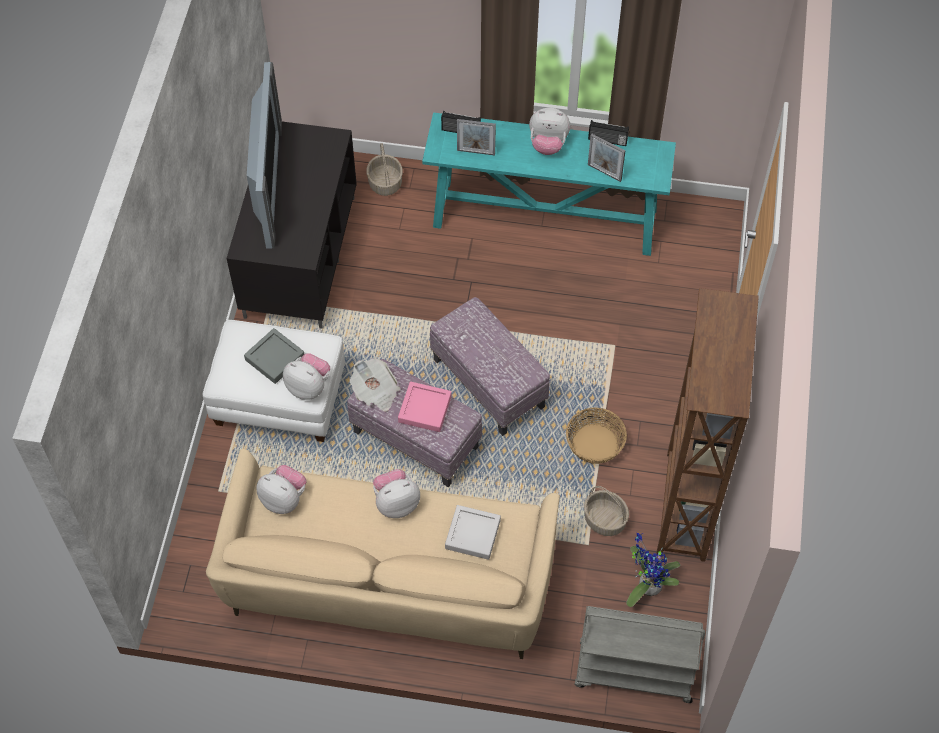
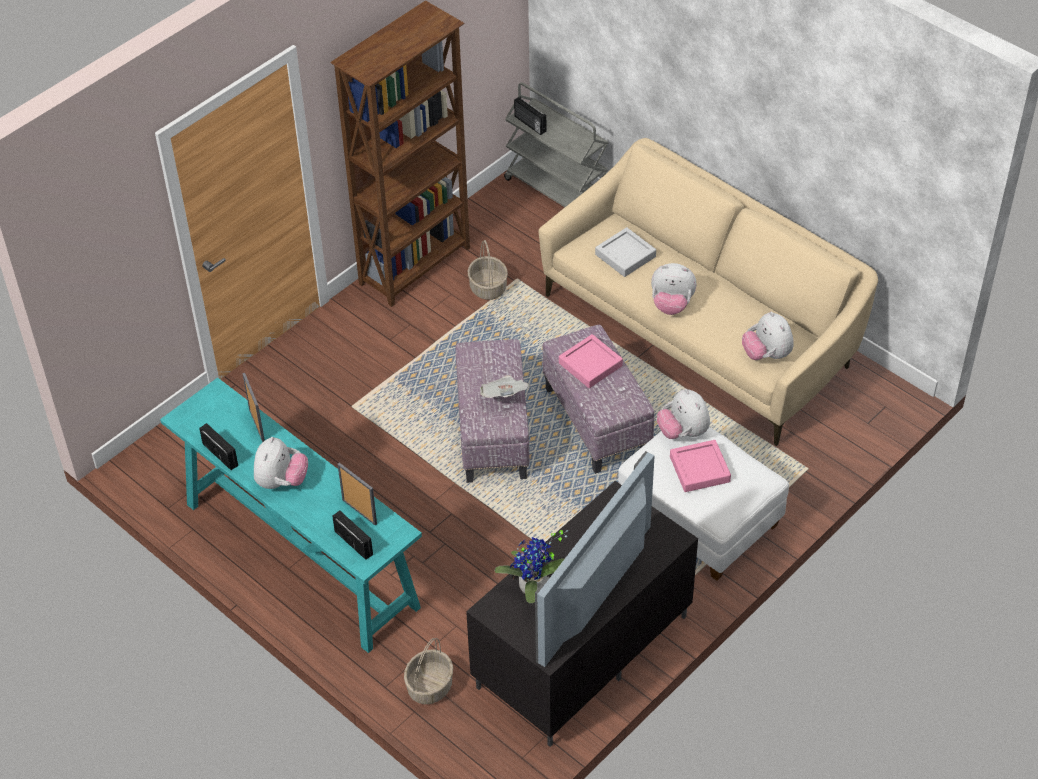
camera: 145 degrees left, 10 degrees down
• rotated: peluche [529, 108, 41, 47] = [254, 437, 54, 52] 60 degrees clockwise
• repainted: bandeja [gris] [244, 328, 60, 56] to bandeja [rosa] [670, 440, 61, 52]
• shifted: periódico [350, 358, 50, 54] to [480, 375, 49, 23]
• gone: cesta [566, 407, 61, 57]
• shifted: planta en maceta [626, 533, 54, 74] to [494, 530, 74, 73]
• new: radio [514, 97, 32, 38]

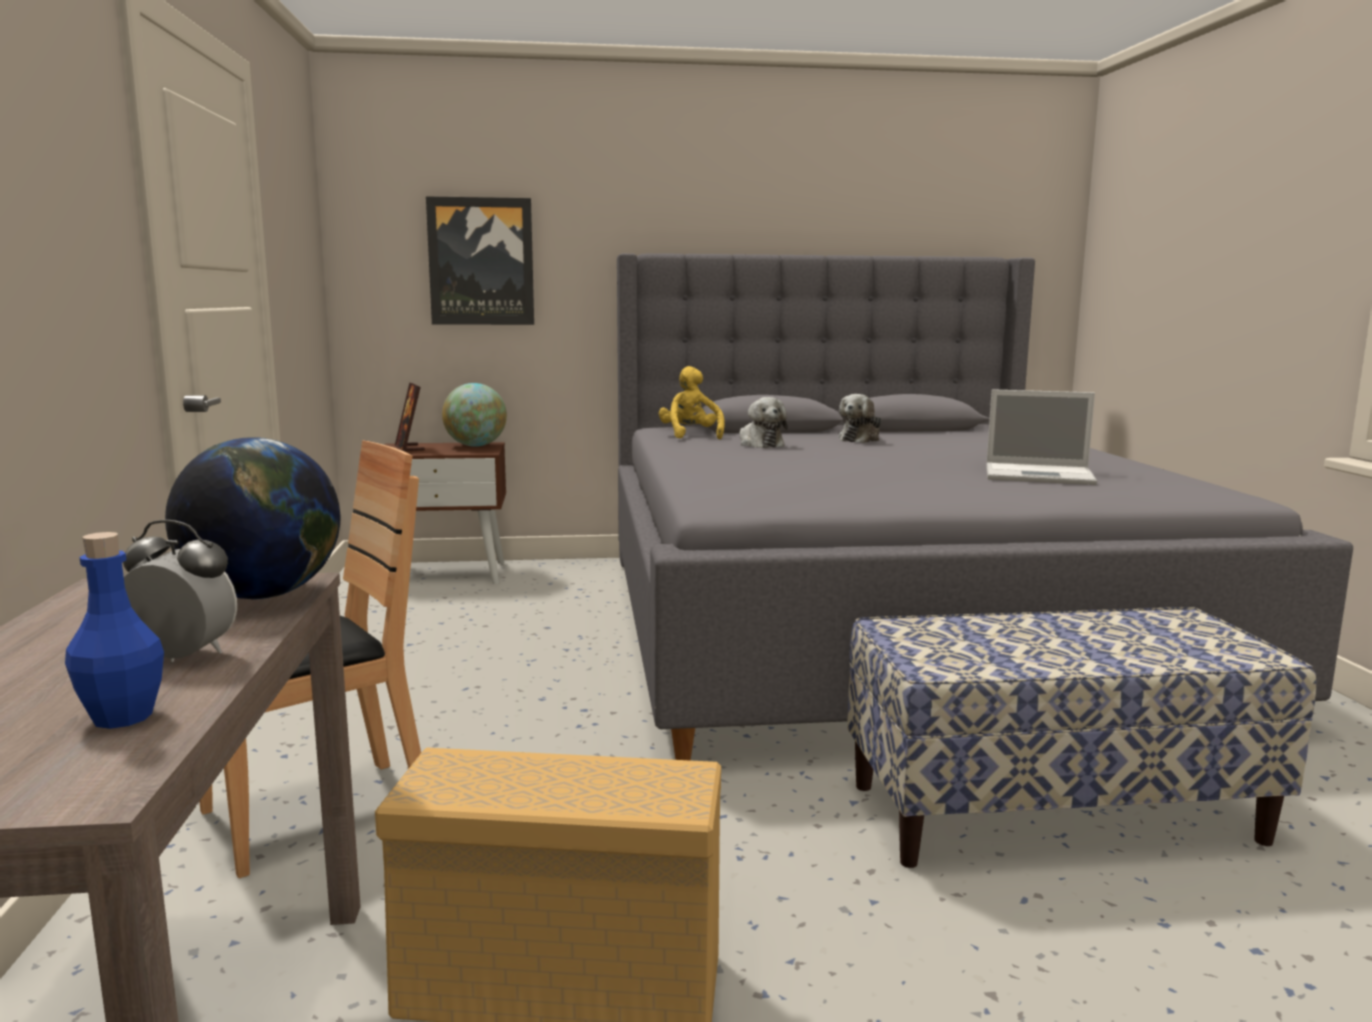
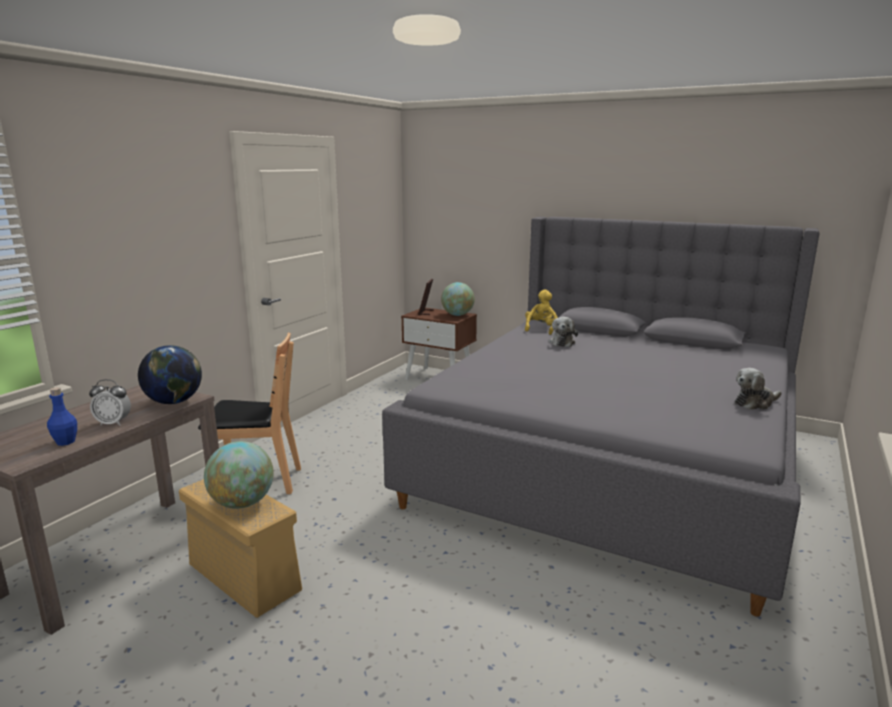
camera: 35 degrees right, 5 degrees up
• gone: cuadro [426, 196, 108, 129]
• gone: portátil [986, 389, 111, 96]
• shifted: peluche [838, 394, 44, 49] to [734, 368, 48, 42]
• rotated: despertador [123, 520, 114, 142] = [89, 379, 42, 47] 135 degrees clockwise
• gone: banco [847, 607, 469, 261]
• new: globo terráqueo [204, 441, 70, 68]

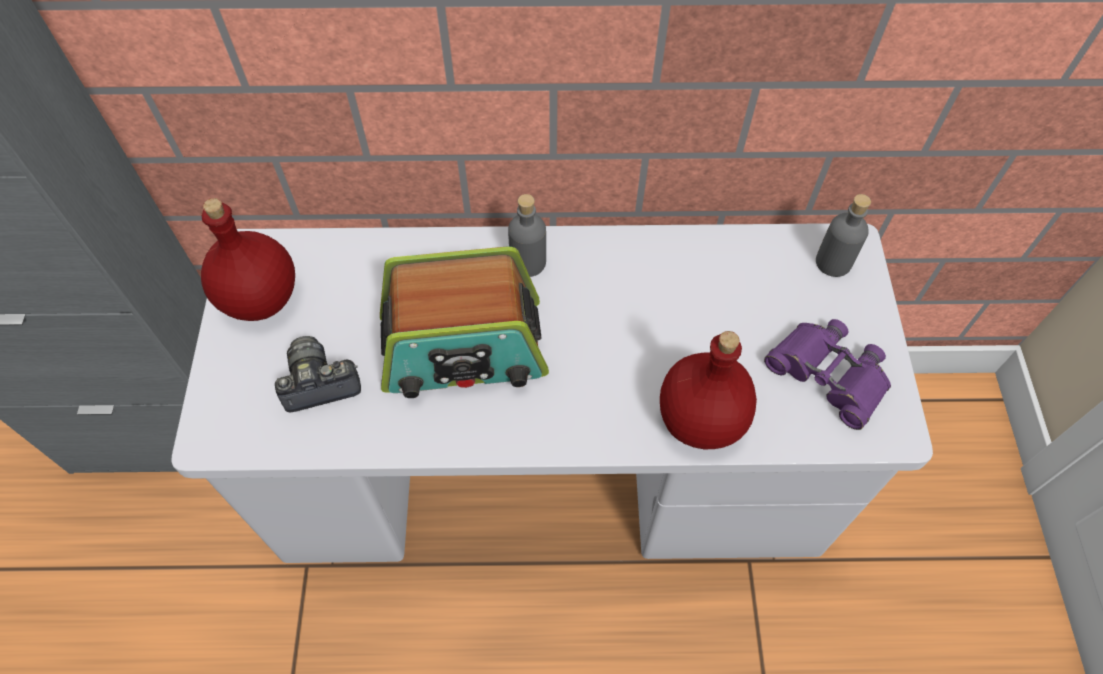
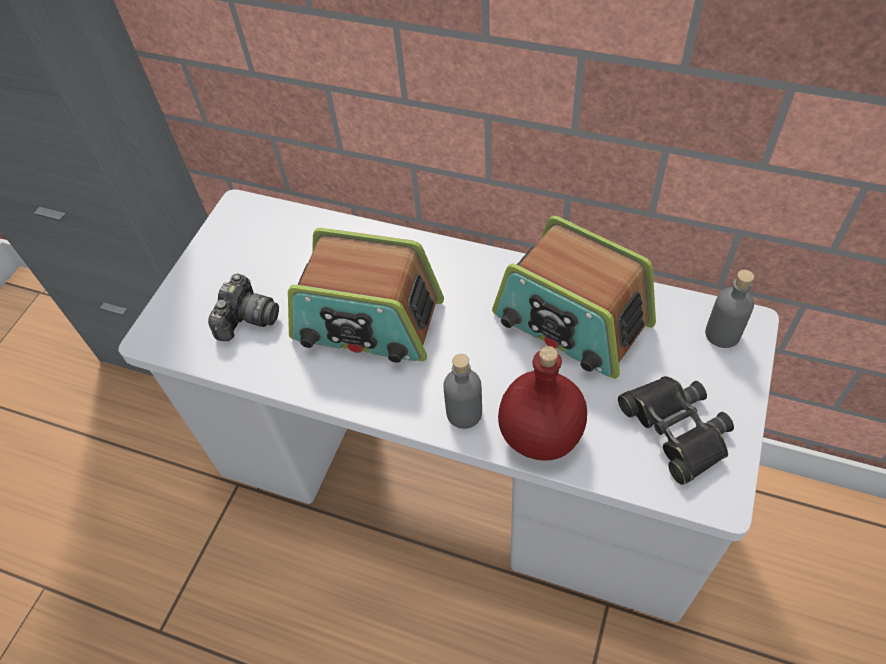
camera: 25 degrees right, 5 degrees down
• shifted: botella [gris] [508, 194, 38, 83] to [444, 354, 38, 75]
• gone: botella [rojo] [201, 198, 94, 123]
• repainted: prismáticos [morado] [764, 319, 127, 111] to prismáticos [negro] [618, 376, 116, 109]
• rotated: cámara [275, 336, 86, 76] = [208, 274, 71, 67] 105 degrees clockwise
• new: radio [492, 216, 164, 163]

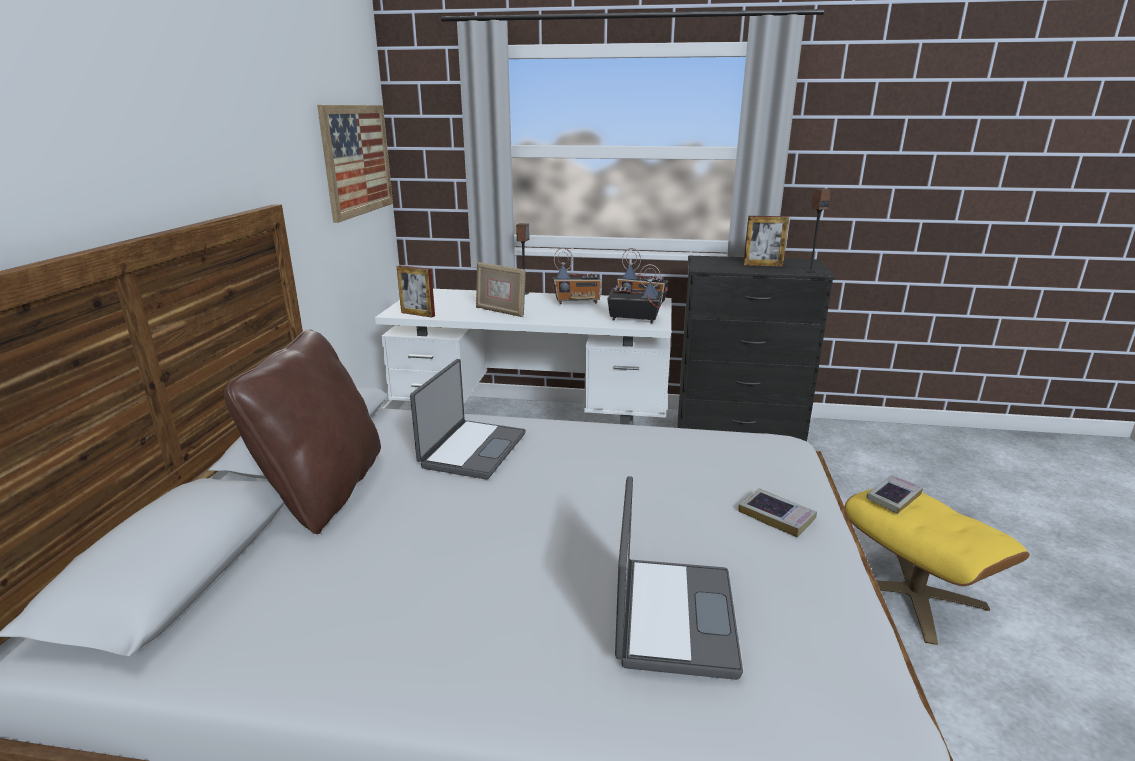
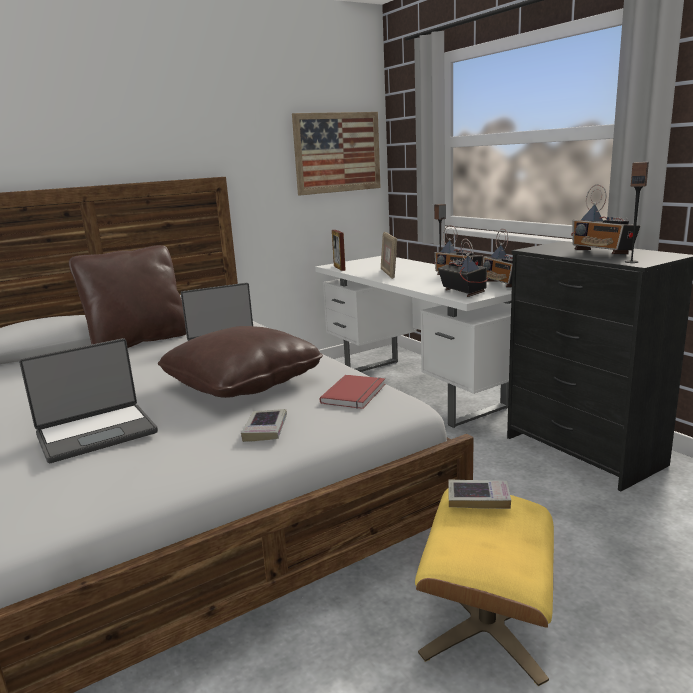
camera: 50 degrees right, 5 degrees down
• swapped: portarretratos [743, 216, 46, 51] to radio [571, 184, 69, 70]
• new: cojín [marrón] [158, 326, 165, 72]
• new: libro [rojo] [320, 375, 65, 34]

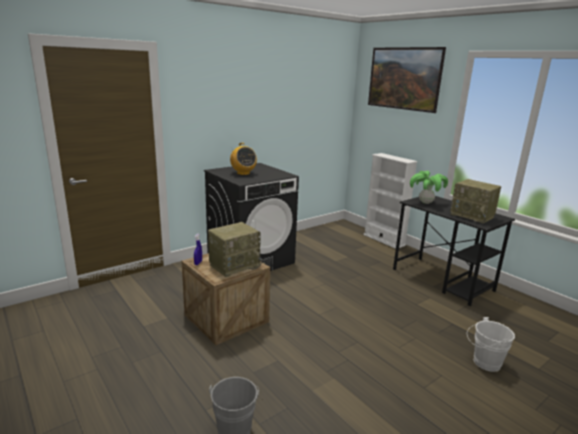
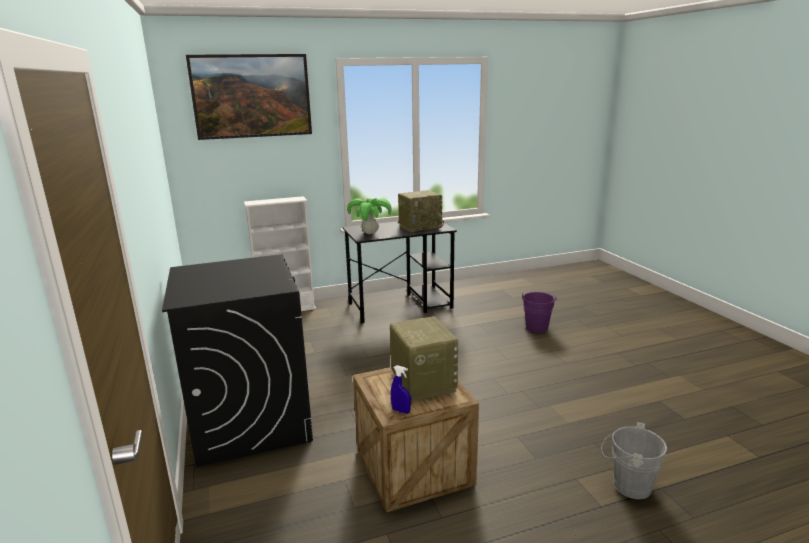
camera: 70 degrees left, 0 degrees up
• gone: radio [230, 143, 27, 32]
• repainted: cubo [blanco] [467, 317, 48, 55] to cubo [morado] [522, 292, 35, 41]

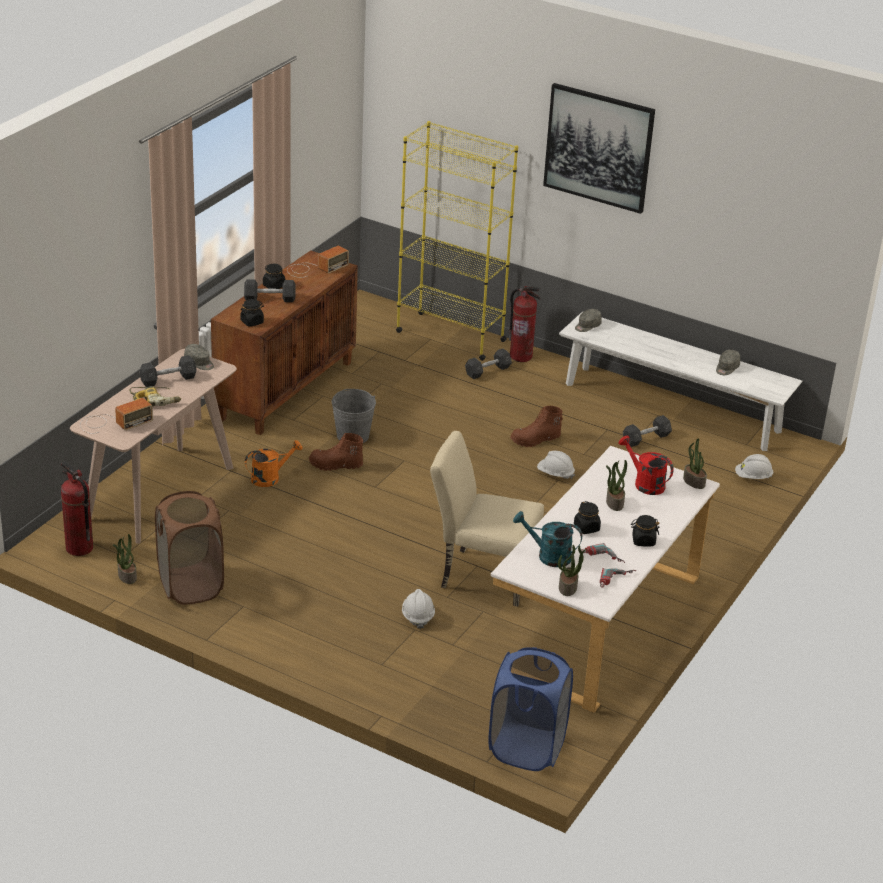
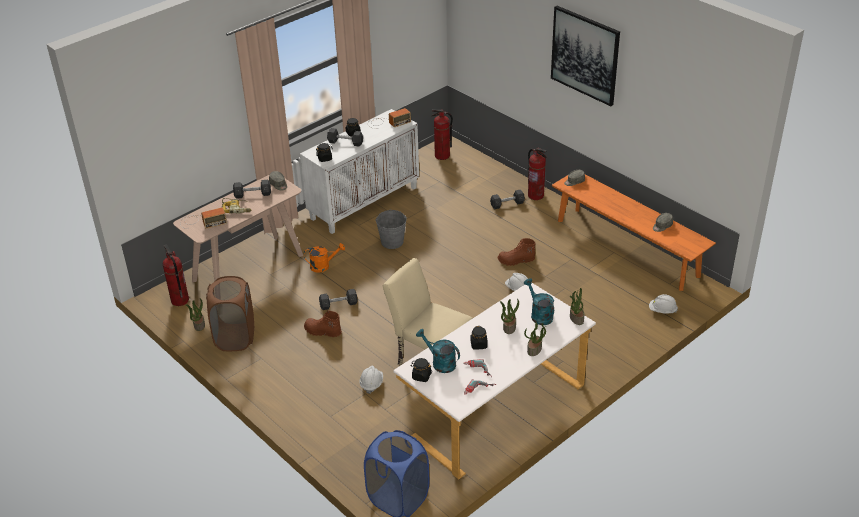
camera: 20 degrees right, 5 degrees up
• gone: estantería [amarillo] [396, 121, 122, 240]
• repainted: armario [marrón] [211, 250, 147, 185] to armario [blanco] [300, 109, 119, 125]
• repainted: banco [blanco] [559, 312, 243, 139] to banco [naranja] [552, 175, 164, 116]
• shifted: mancuerna [gris] [623, 415, 49, 32] to [319, 289, 39, 21]
• shifted: bota [marrón] [309, 433, 54, 38] to [304, 311, 38, 26]
• repainted: regadera [rojo] [619, 435, 55, 60] to regadera [turquesa] [524, 278, 30, 47]
• shifted: tarro [negro] [631, 515, 28, 32] to [410, 358, 22, 24]
• shifted: planta en maceta [558, 545, 29, 51] to [524, 322, 22, 34]
• new: extintor [431, 109, 22, 51]

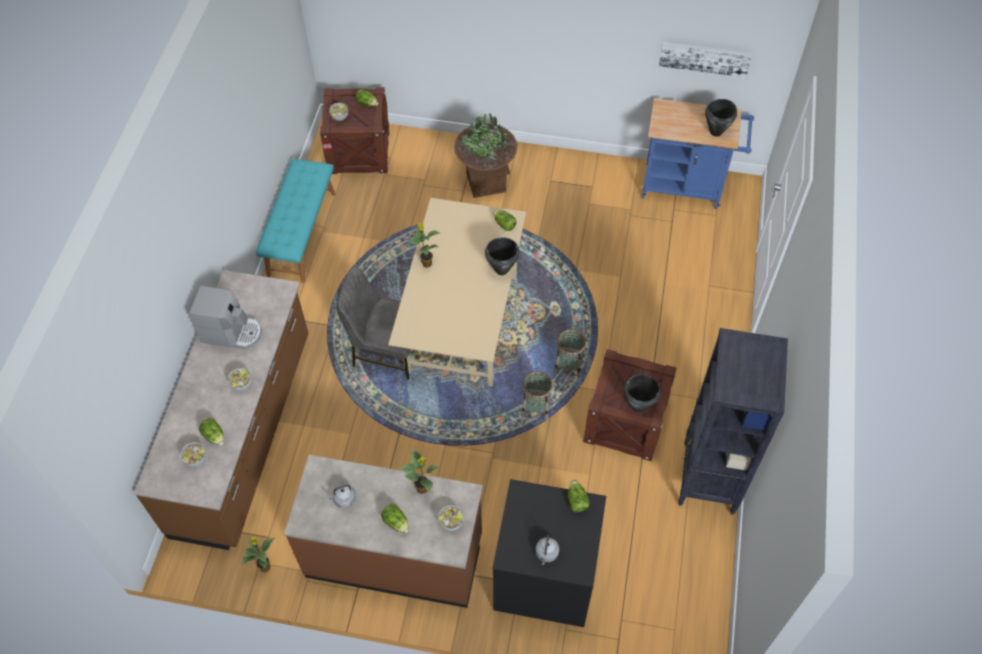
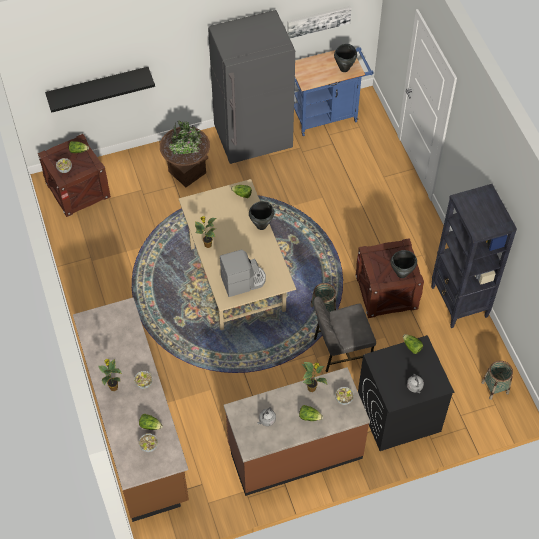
camera: 30 degrees left, 0 degrees up
• gone: banco [turquesa] [256, 159, 79, 124]
• shifted: silla [gris] [337, 267, 73, 113] to [313, 297, 63, 75]
• shifted: cafetera [189, 285, 73, 65] to [220, 249, 46, 48]
• shifted: cesta [554, 329, 32, 49] to [482, 361, 31, 39]
• shifted: planta en maceta [241, 536, 33, 36] to [98, 359, 24, 32]
• new: nevera [gris] [208, 10, 87, 154]
• new: estante [negro] [45, 67, 110, 46]

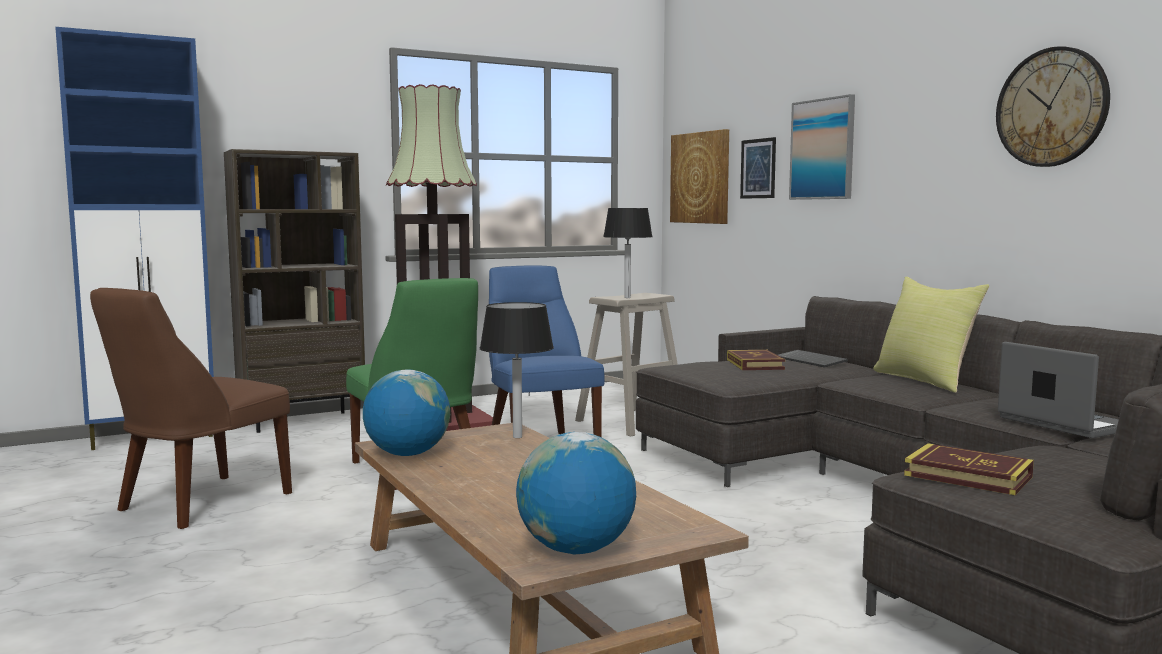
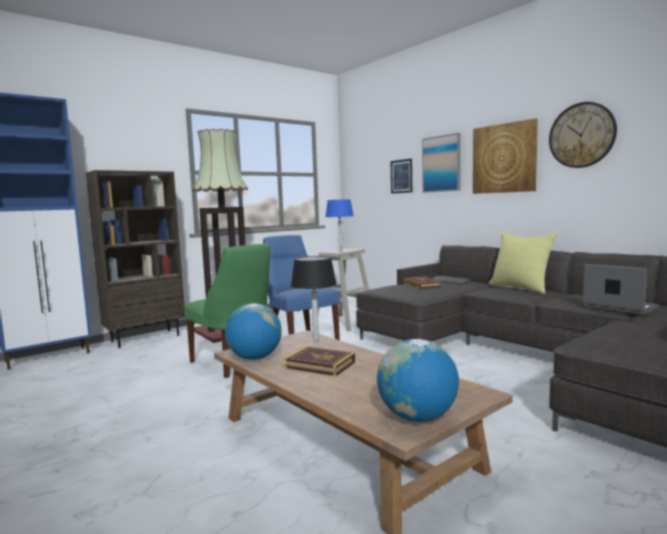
camera: 10 degrees left, 0 degrees up
• shifted: cuadro [670, 129, 59, 95] to [473, 118, 65, 76]
• repainted: lámpara de mesa [negro] [603, 208, 50, 90] to lámpara de mesa [azul] [326, 199, 28, 53]
• gone: silla [marrón] [90, 288, 202, 241]
• shifted: libro [904, 443, 130, 52] to [283, 346, 72, 30]

